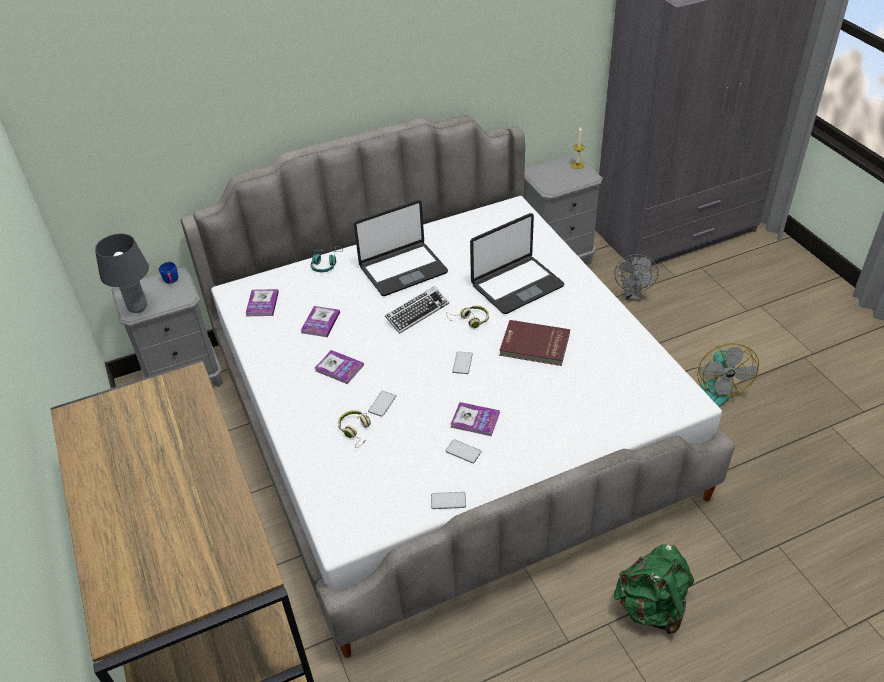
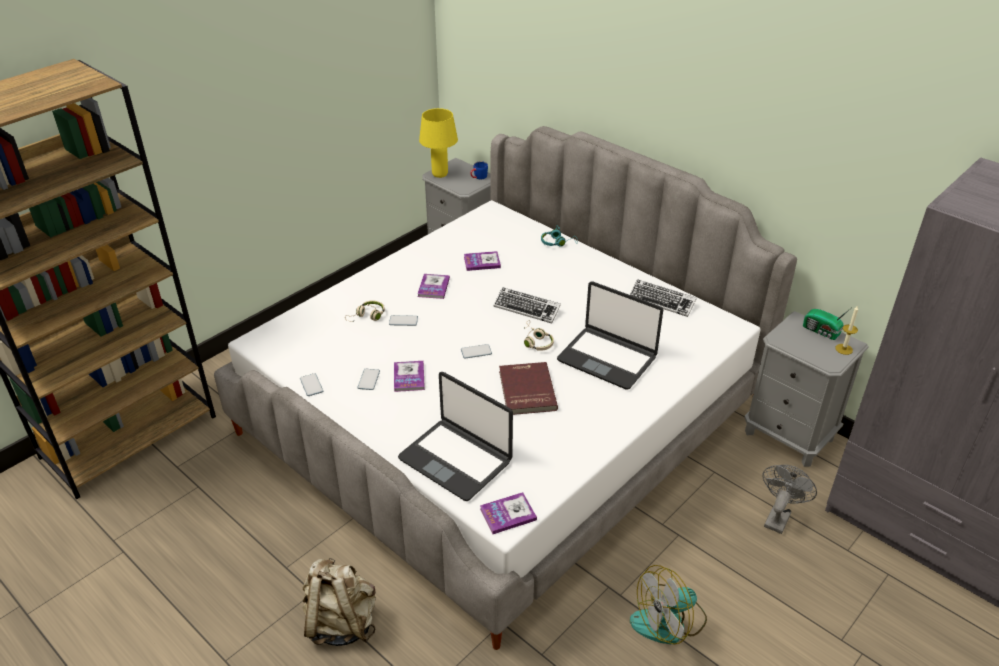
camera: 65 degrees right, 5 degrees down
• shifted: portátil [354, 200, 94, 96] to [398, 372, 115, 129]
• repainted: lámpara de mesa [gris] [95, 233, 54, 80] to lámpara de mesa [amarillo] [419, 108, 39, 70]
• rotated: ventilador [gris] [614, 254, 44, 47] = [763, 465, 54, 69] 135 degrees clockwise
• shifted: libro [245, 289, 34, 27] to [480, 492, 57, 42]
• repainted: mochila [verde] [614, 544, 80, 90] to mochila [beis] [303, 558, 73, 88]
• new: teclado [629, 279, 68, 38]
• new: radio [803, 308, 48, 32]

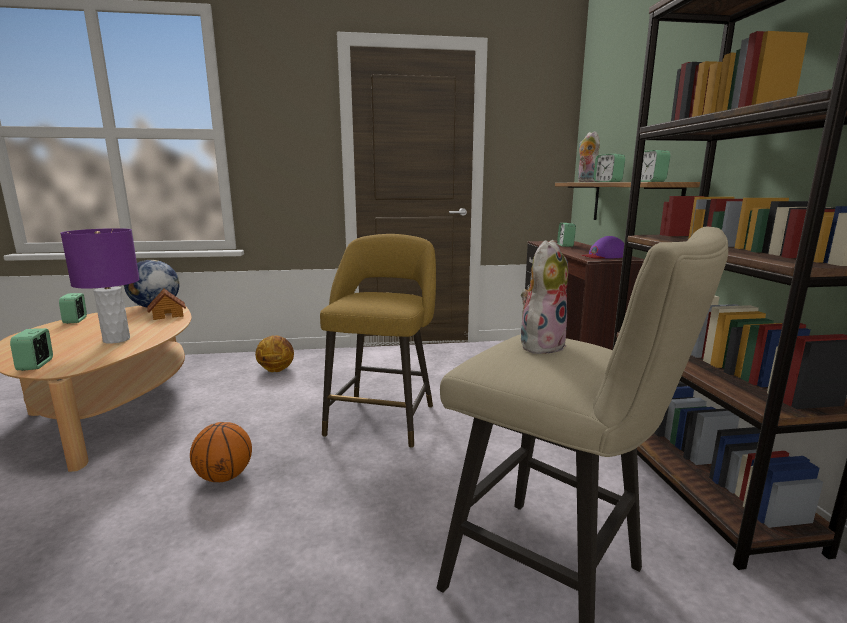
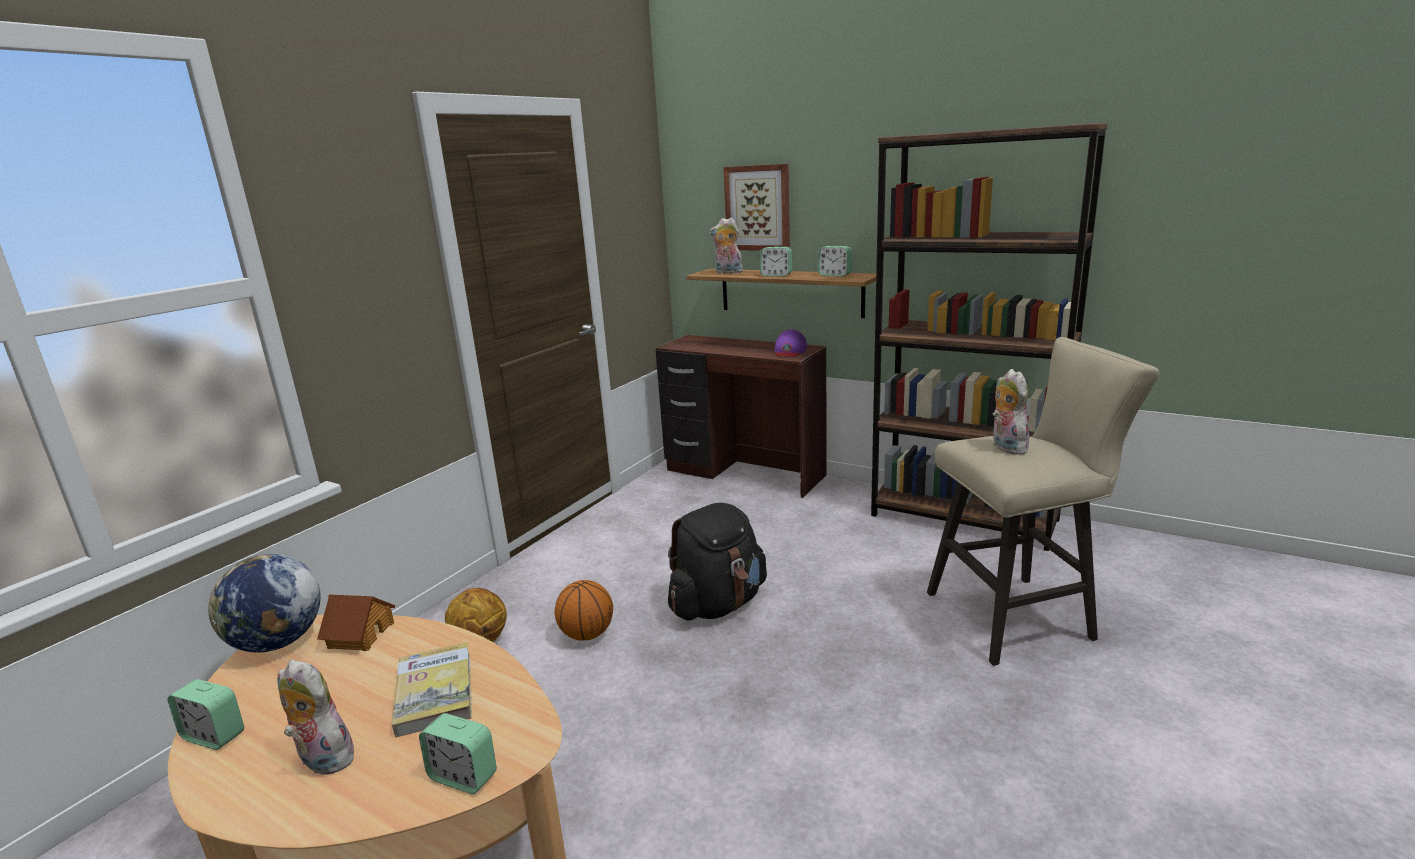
camera: 50 degrees left, 5 degrees up
• gone: despertador [557, 223, 19, 24]
• swapped: lámpara de mesa [morado] [60, 228, 80, 116] to libro [392, 642, 80, 95]
• swapped: taburete [amarillo] [320, 234, 116, 214] to mochila [negro] [668, 502, 99, 118]
• shifted: balón de baloncesto [190, 422, 62, 60] to [554, 580, 59, 61]
• new: cuadro [723, 164, 67, 87]
• new: peluche [278, 660, 82, 117]

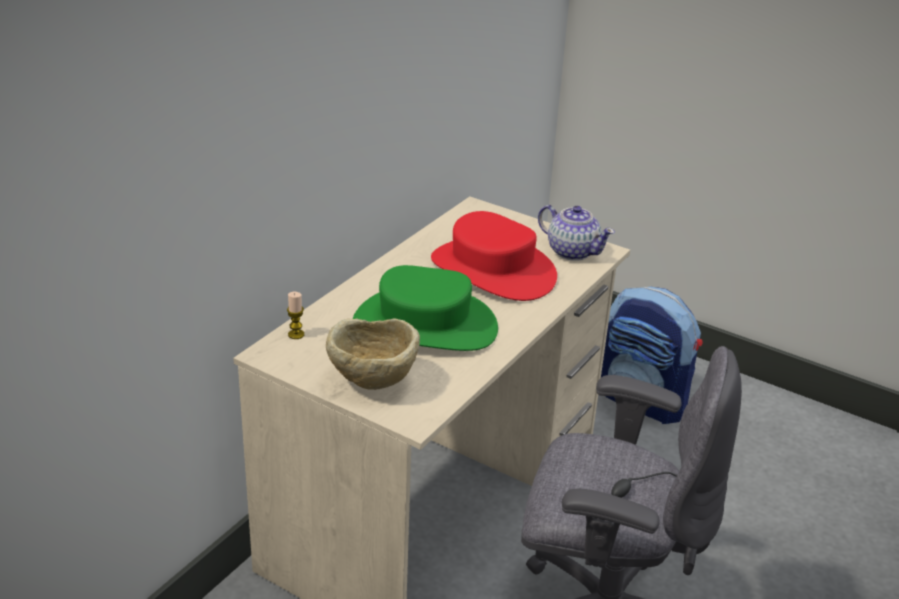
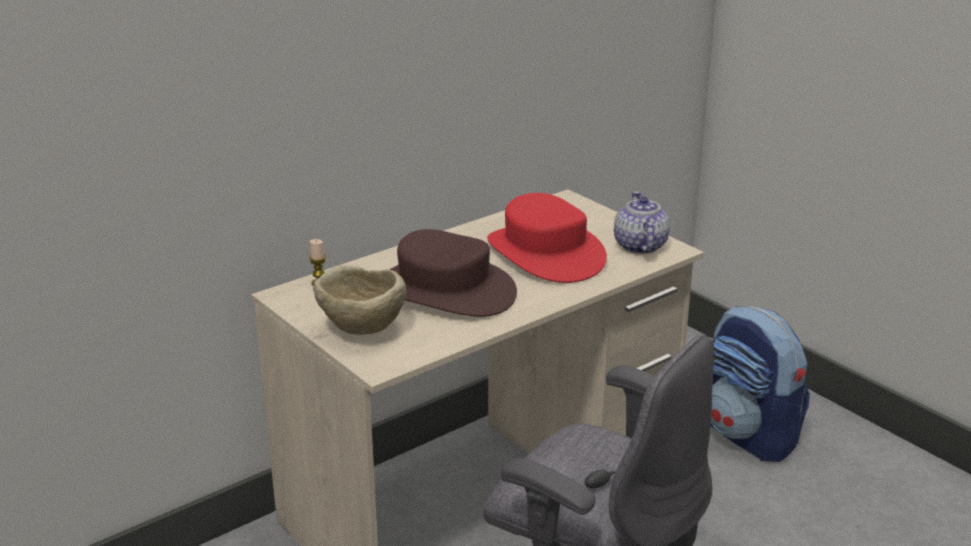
camera: 20 degrees right, 5 degrees down
• rotated: tetera [538, 205, 77, 56] = [614, 191, 56, 63] 150 degrees counterclockwise
• repainted: sombrero [verde] [353, 265, 145, 86] to sombrero [marrón] [390, 229, 127, 88]

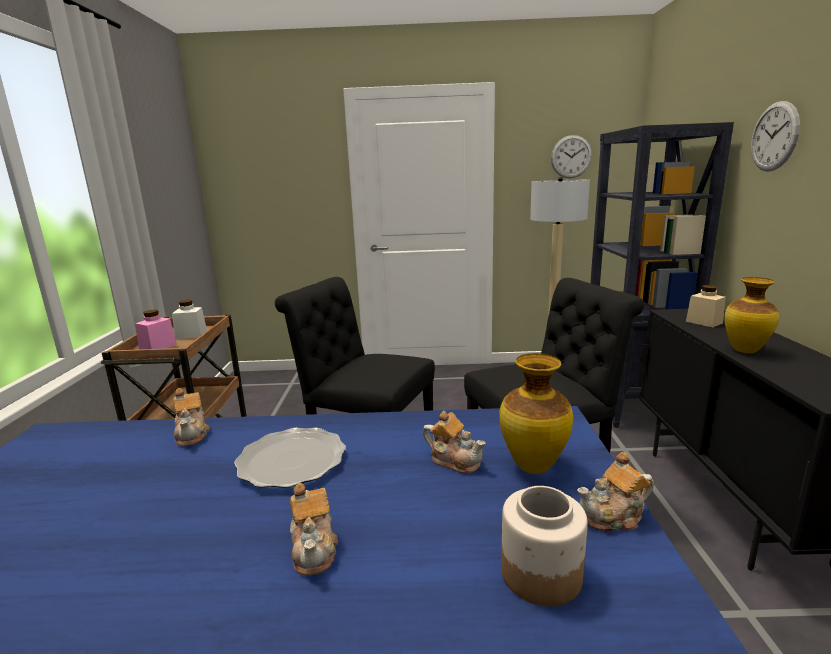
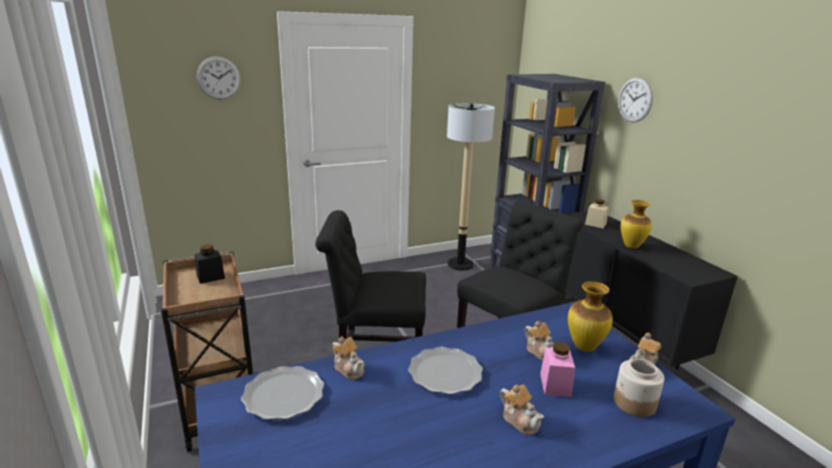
camera: 25 degrees left, 5 degrees up
• shifted: reloj de pared [551, 135, 41, 43] to [197, 56, 44, 44]
• repainted: tarro [blanco] [172, 300, 35, 39] to tarro [negro] [195, 245, 30, 39]
• shifted: tarro [rosa] [135, 310, 42, 39] to [540, 342, 35, 55]
• rotated: tetera [423, 411, 62, 63] = [525, 321, 29, 40] 45 degrees clockwise
• new: plato [241, 366, 83, 54]

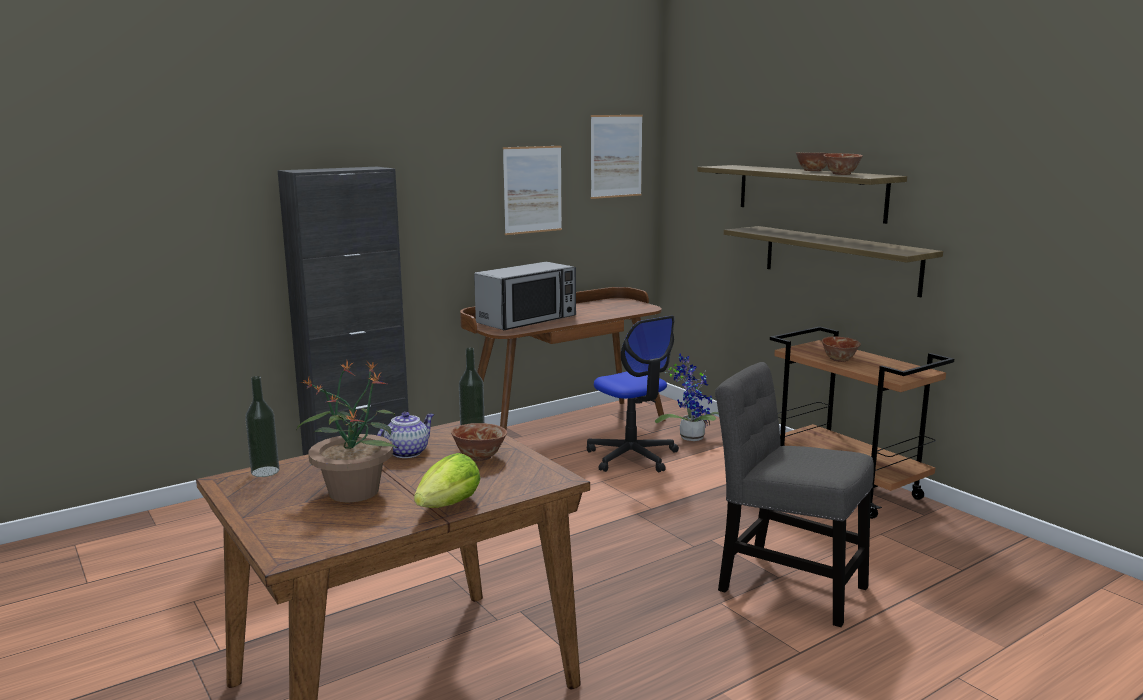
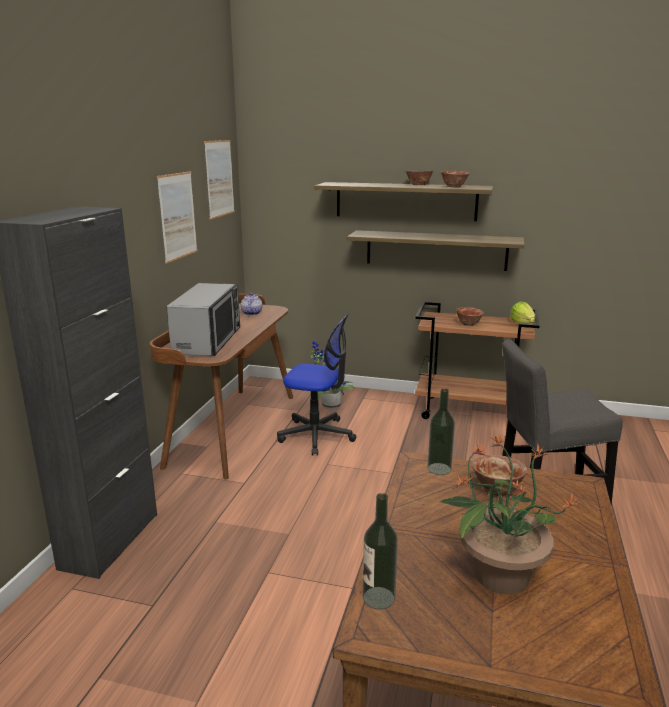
camera: 40 degrees left, 5 degrees up
• shifted: tetera [377, 412, 57, 46] to [241, 293, 21, 22]
• shifted: lechuga [414, 453, 66, 55] to [510, 301, 25, 23]

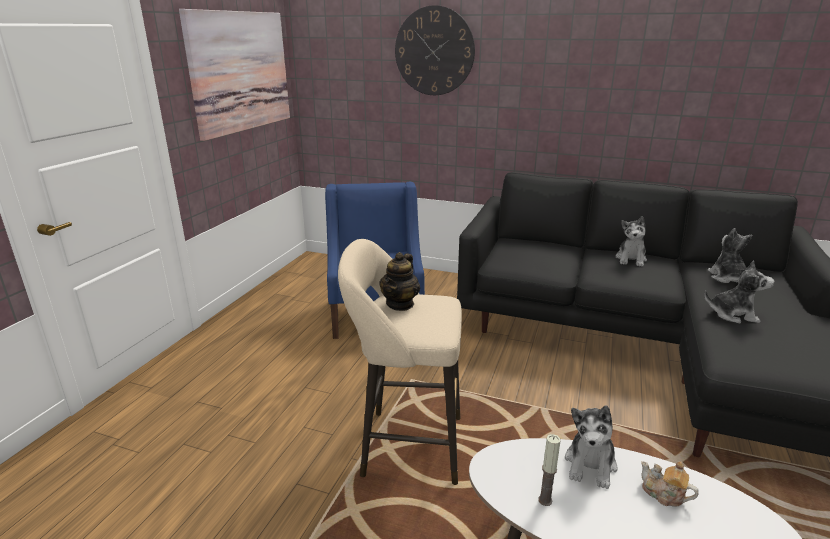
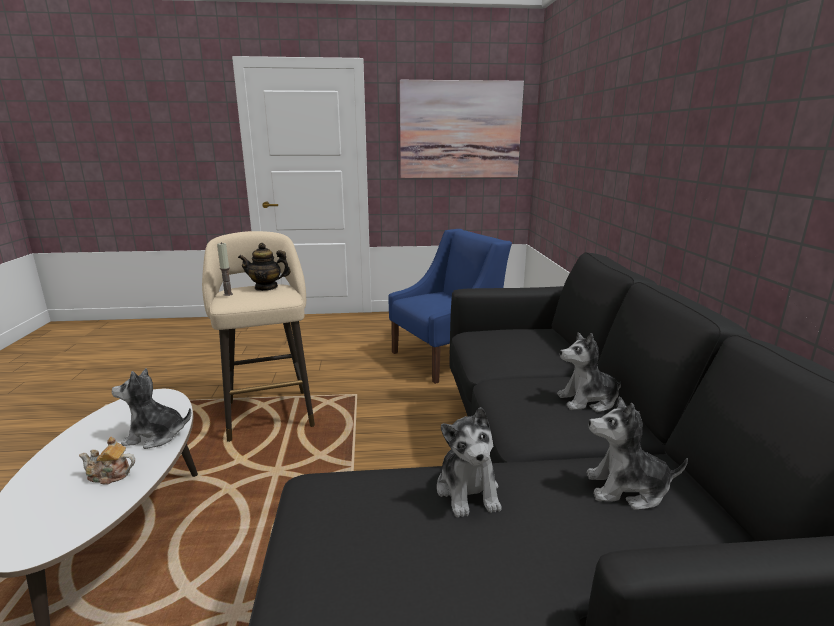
camera: 65 degrees right, 5 degrees down
• gone: reloj de pared [395, 5, 80, 90]
• rotated: peluche [708, 228, 44, 55] = [586, 397, 102, 113] 150 degrees counterclockwise
• shifted: vela [538, 434, 23, 72] to [217, 242, 16, 54]
• rotated: tetera [641, 461, 58, 46] = [79, 437, 56, 48] 105 degrees counterclockwise

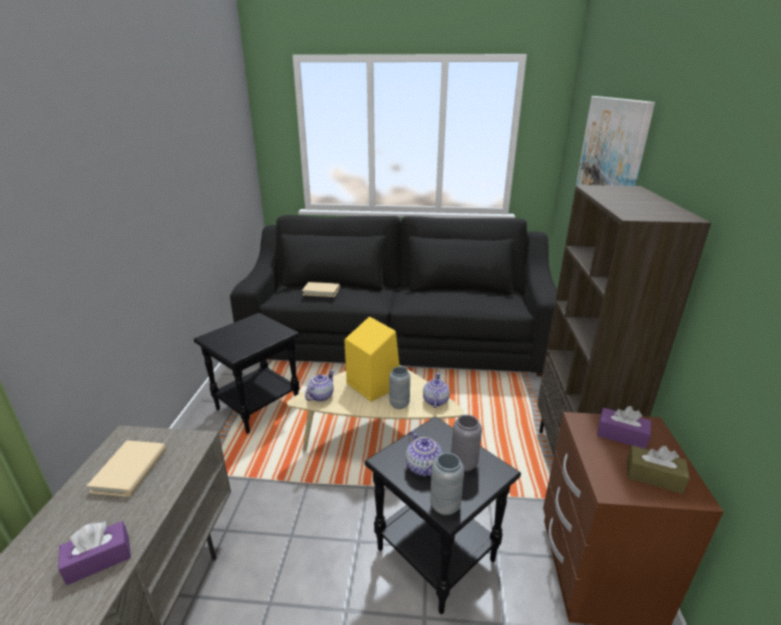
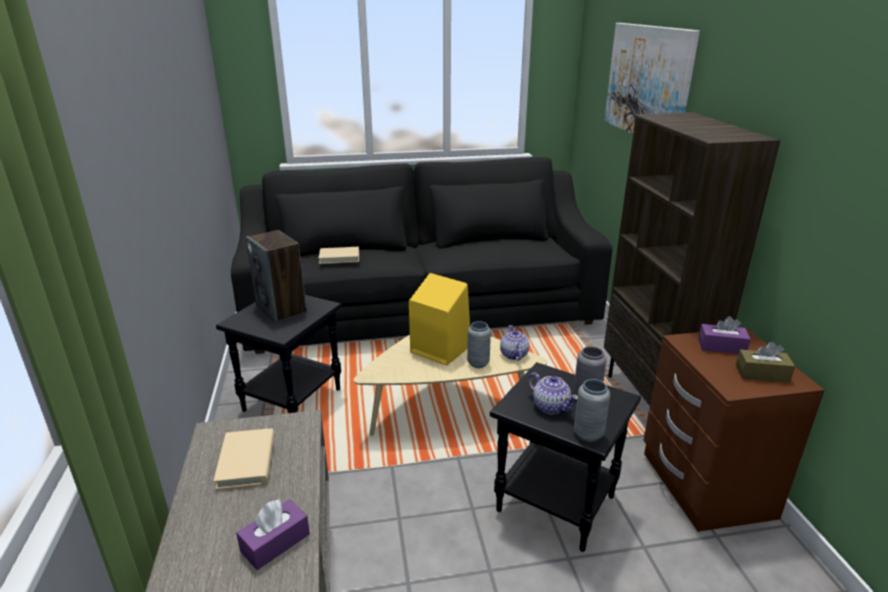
camera: 15 degrees left, 0 degrees up
• gone: tetera [305, 370, 29, 31]
• new: altavoz [246, 230, 61, 92]

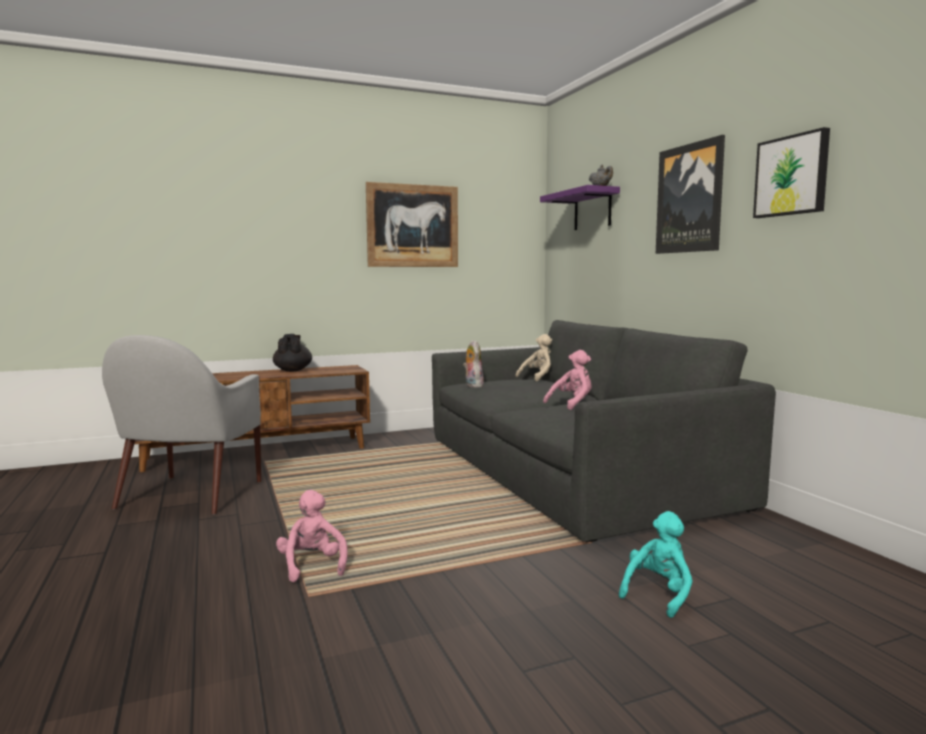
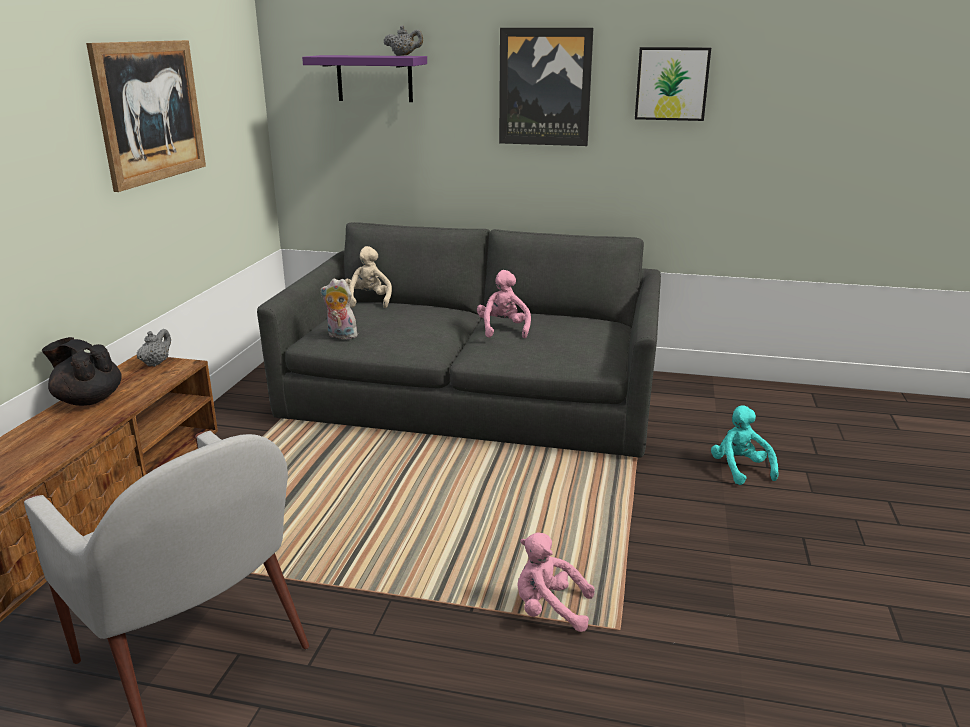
camera: 55 degrees left, 15 degrees up
• new: tetera [gris] [137, 329, 34, 38]

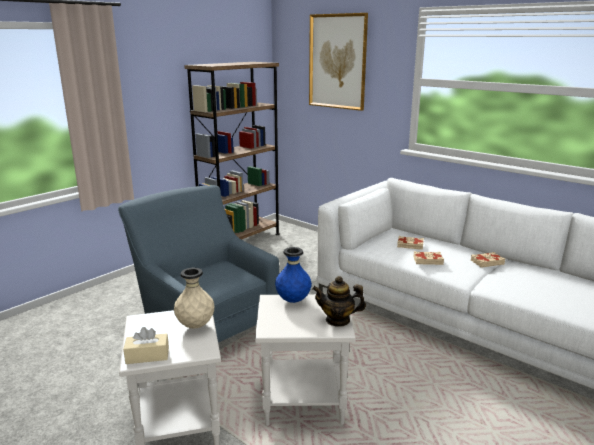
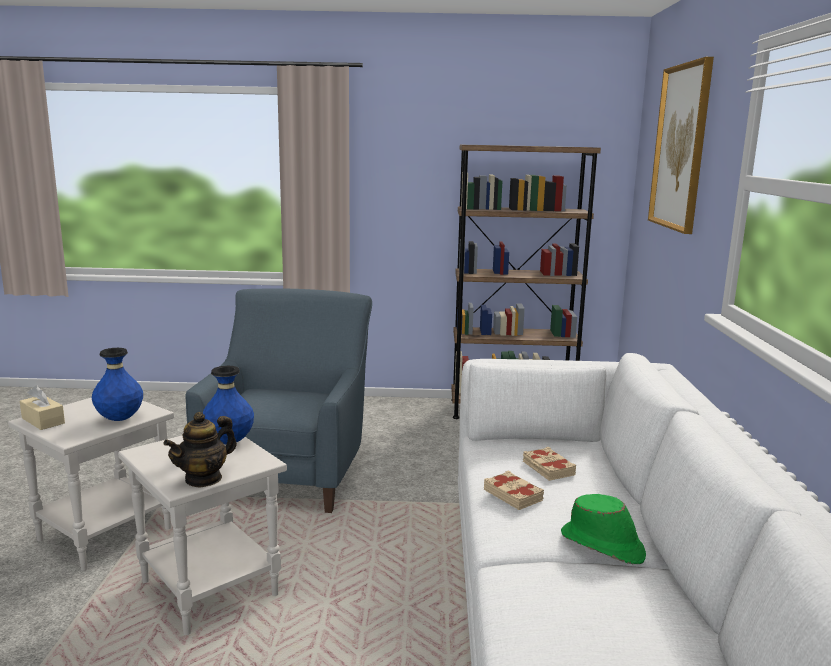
camera: 50 degrees right, 5 degrees down
• swapped: libro [beis] [471, 252, 34, 16] to sombrero [verde] [561, 494, 85, 70]
• repainted: florero [beis] [174, 268, 40, 60] to florero [azul] [92, 348, 51, 73]
• rotated: tetera [312, 276, 54, 51] = [163, 412, 74, 76] 105 degrees counterclockwise

